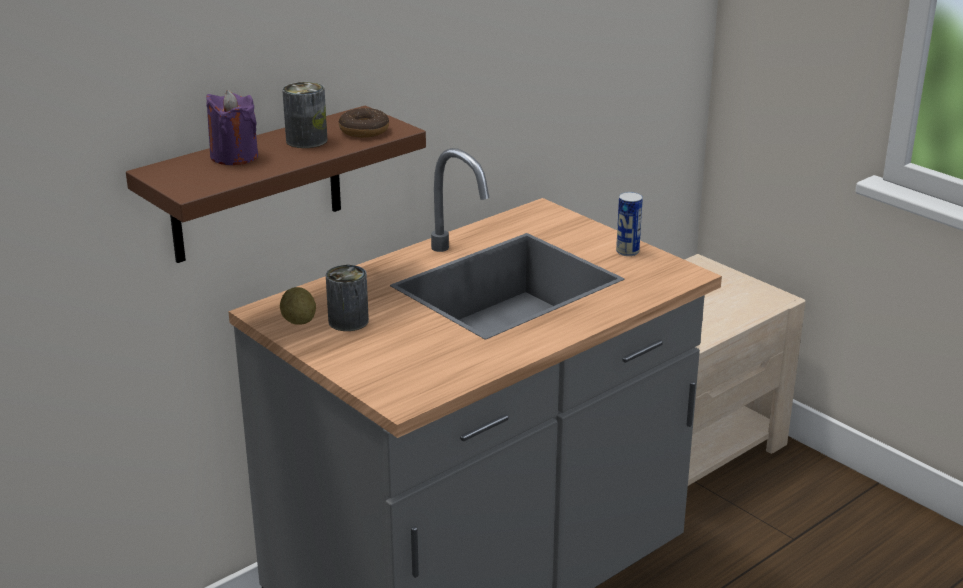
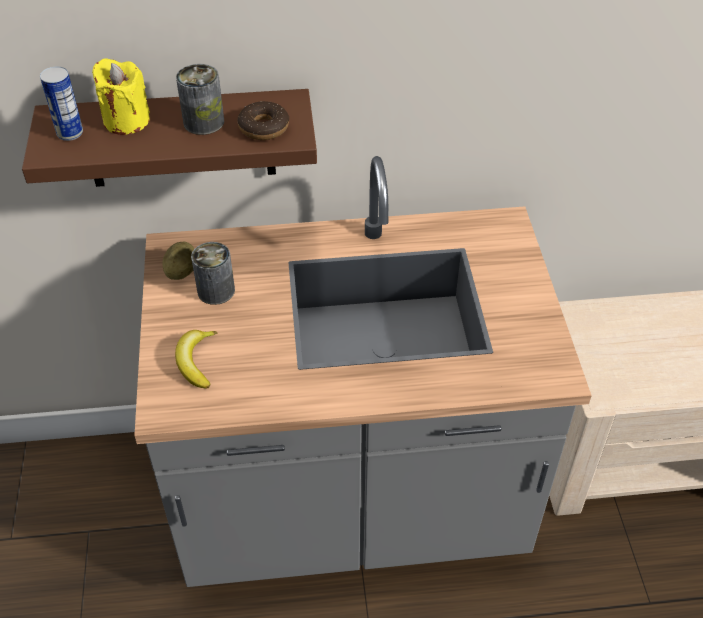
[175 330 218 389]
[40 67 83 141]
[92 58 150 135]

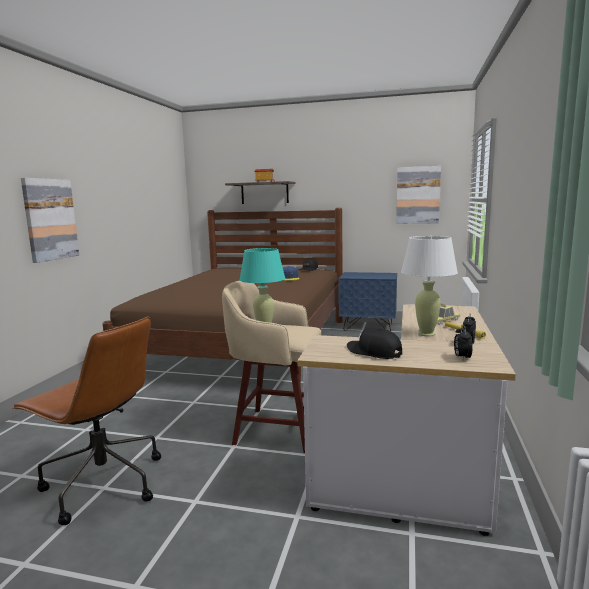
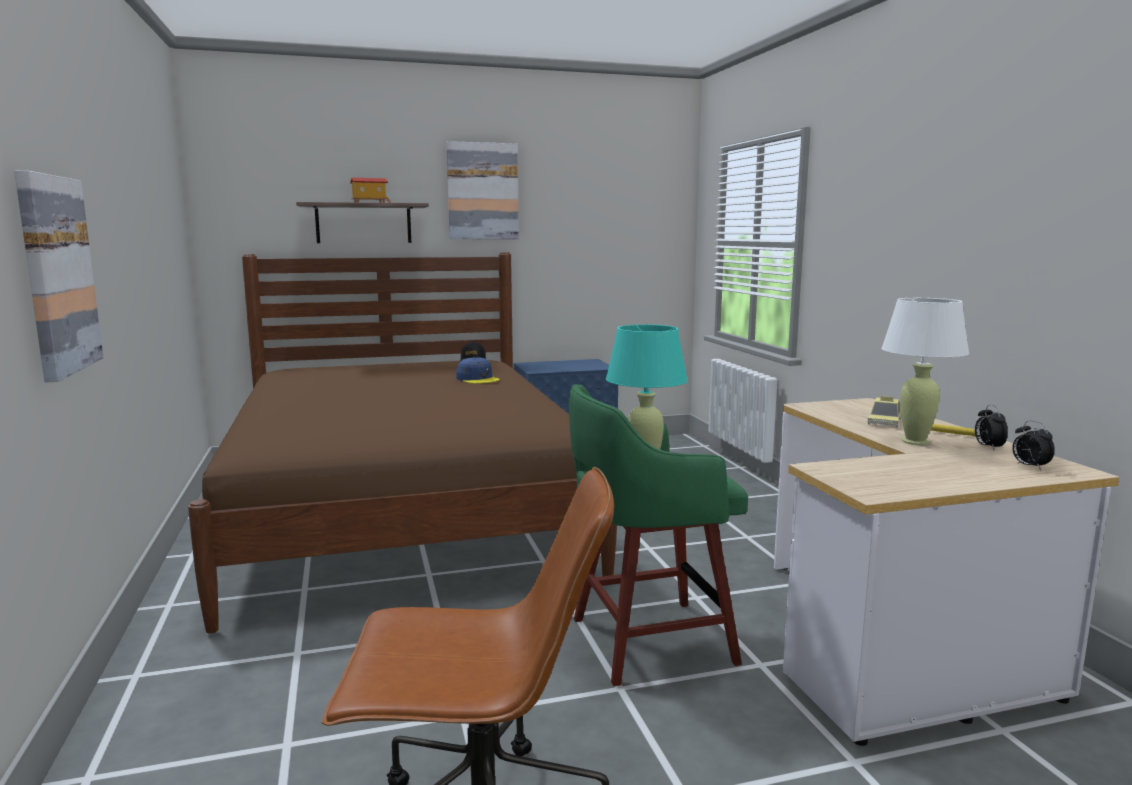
[347 327 402 359] (first image)
[446 141 519 239]
[569 384 748 686]

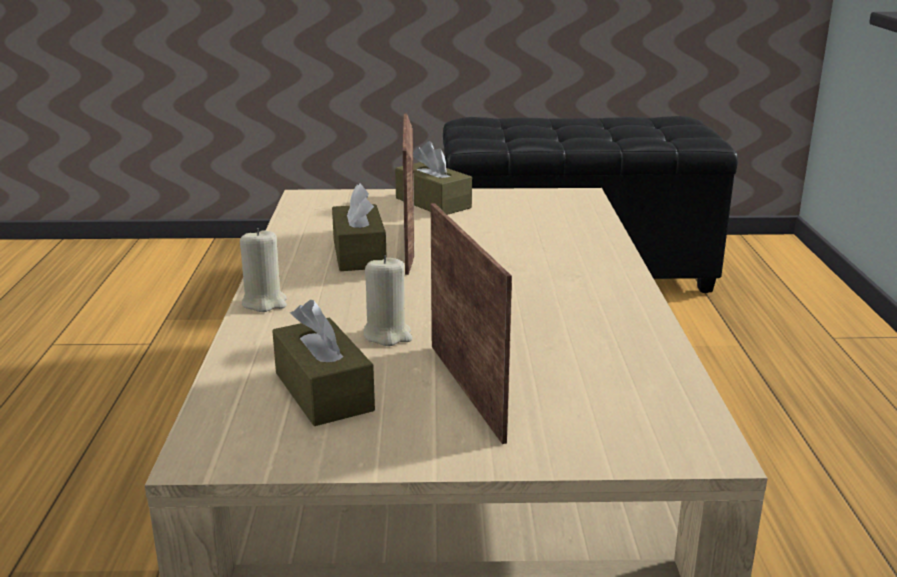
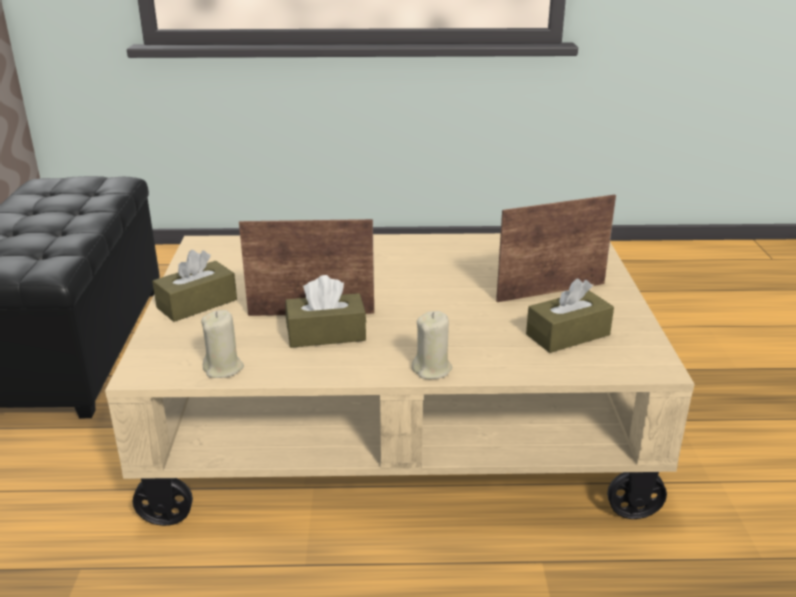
[201 310 244 378]

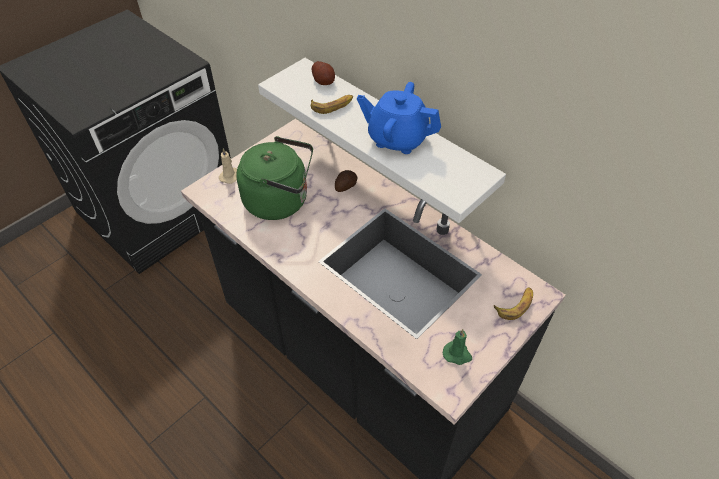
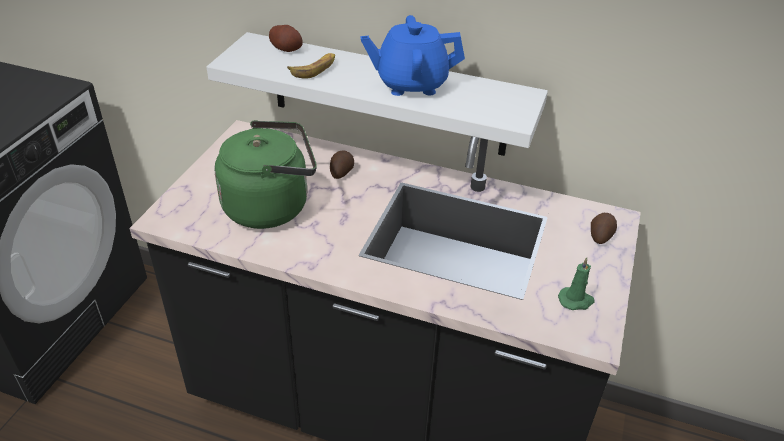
[219 148 237 184] (first image)
[591 213 617 244]

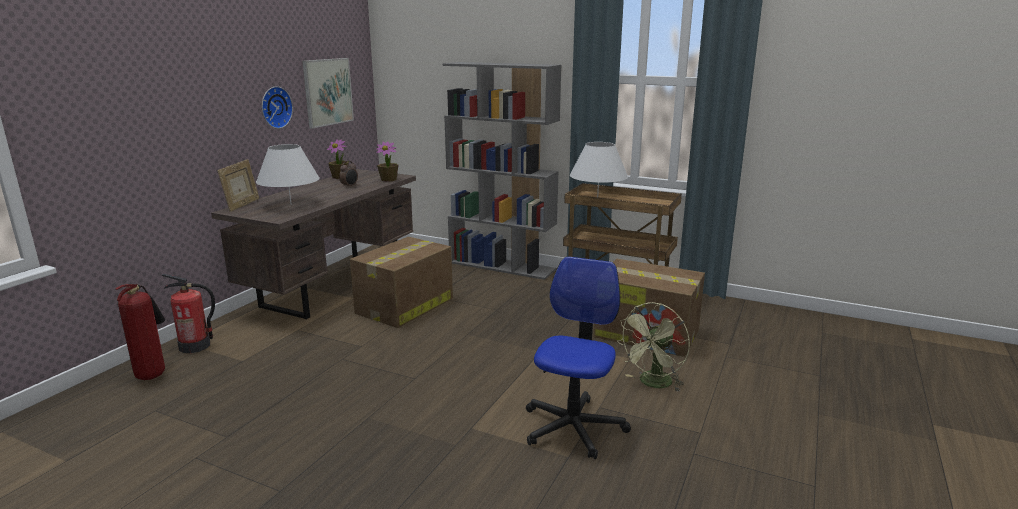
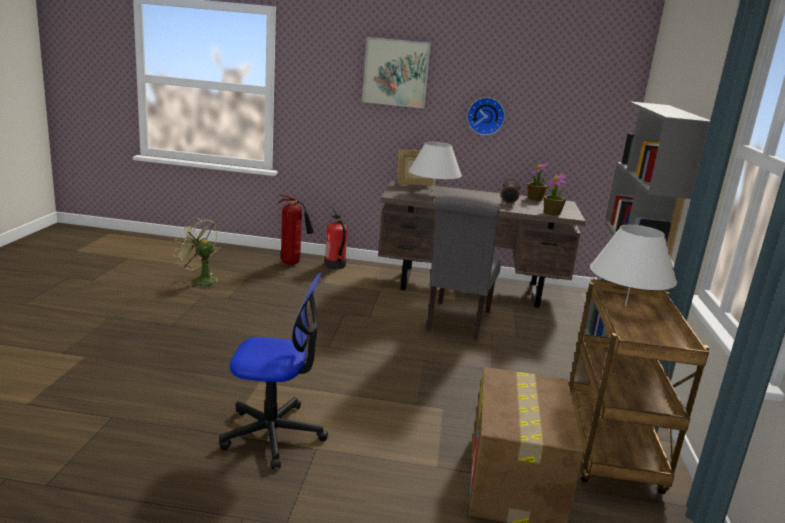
[362 37 431 108]
[173 218 218 289]
[426 194 502 341]

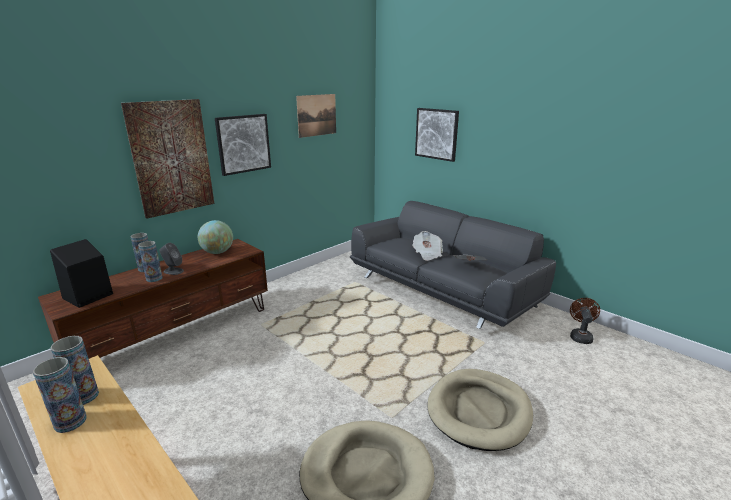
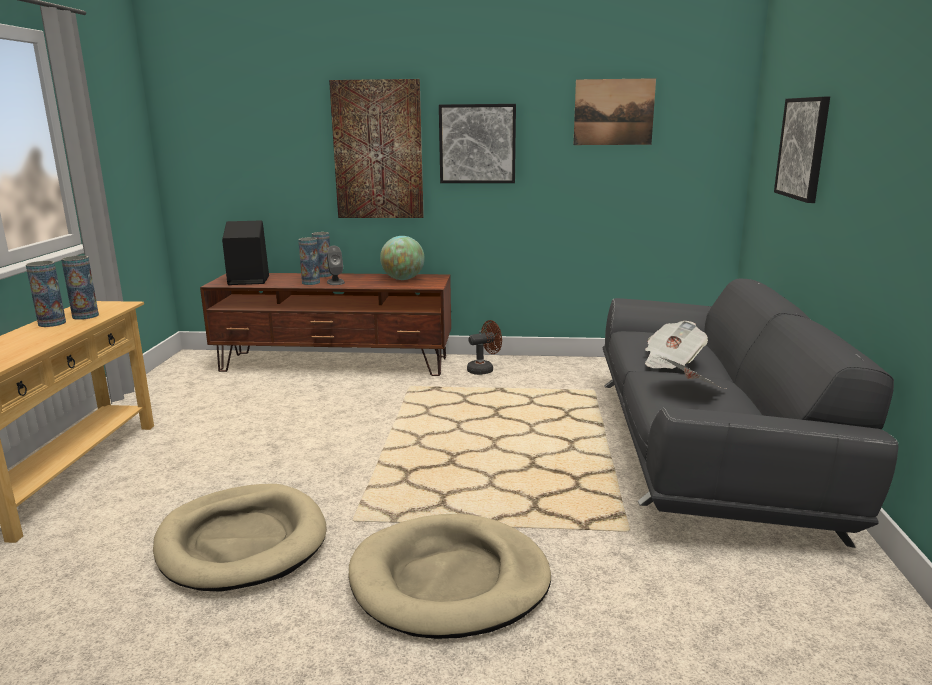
[467 320 502 375]

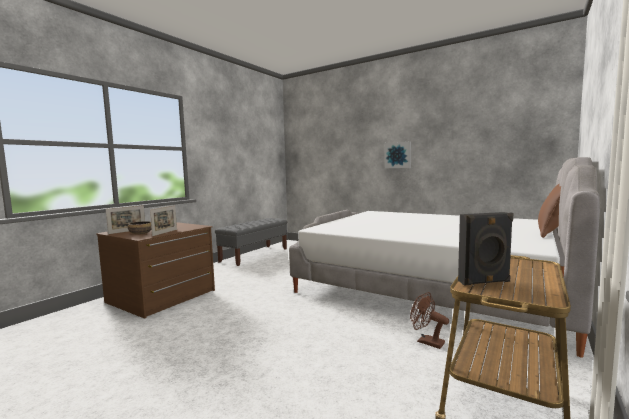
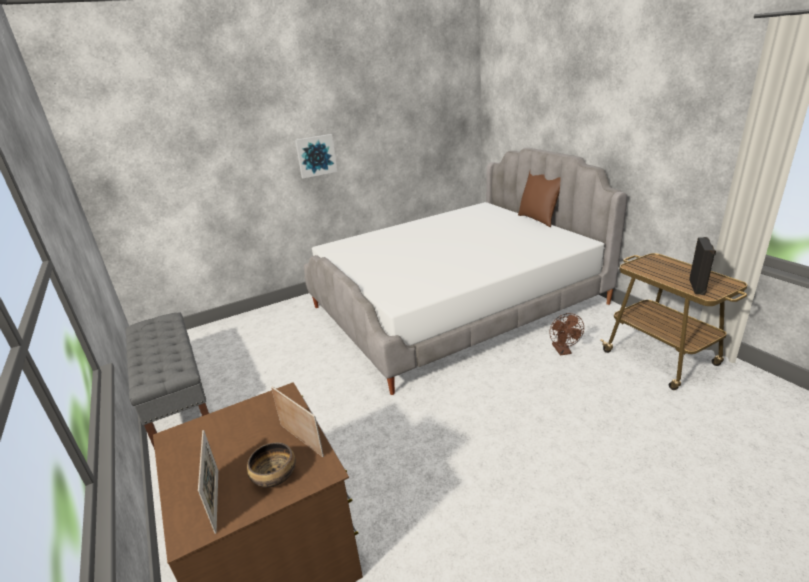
[550 313 584 355]

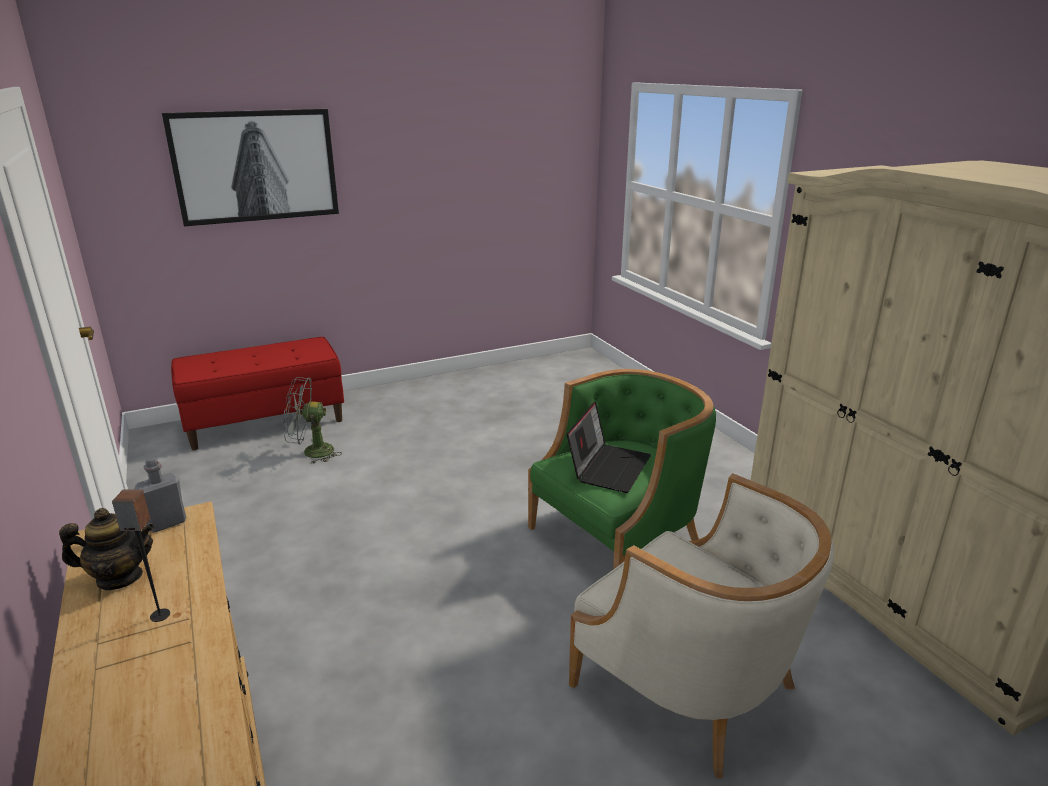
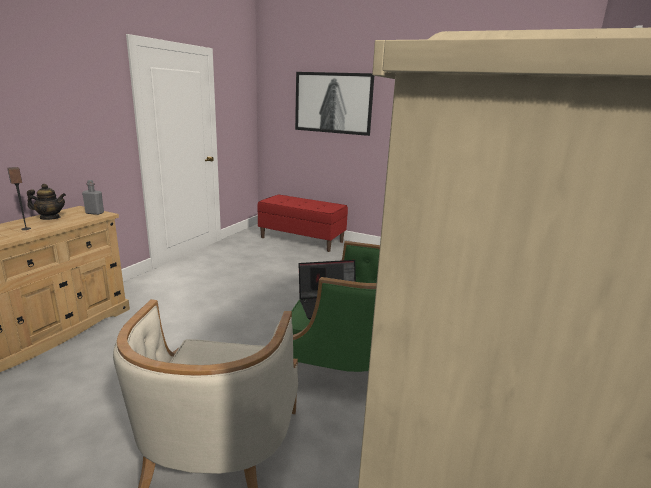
[283 377 342 464] (first image)
[27 184 66 220]

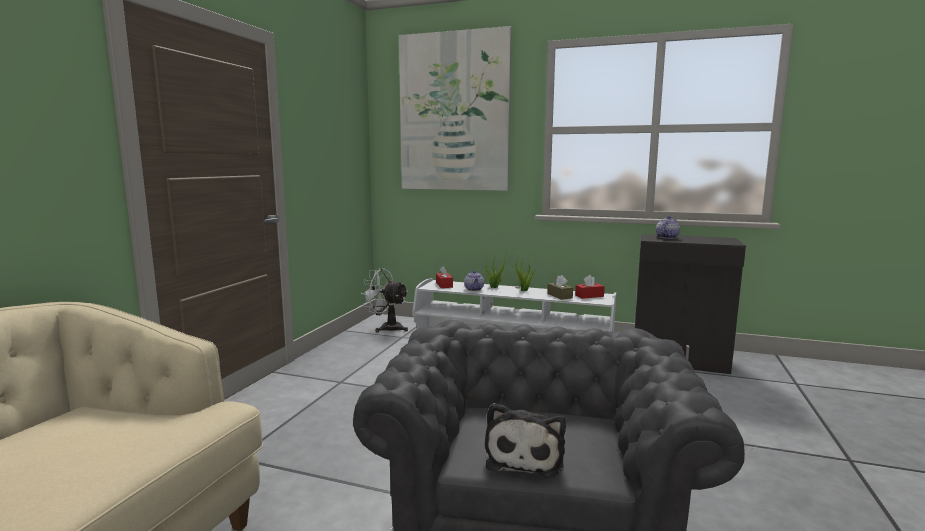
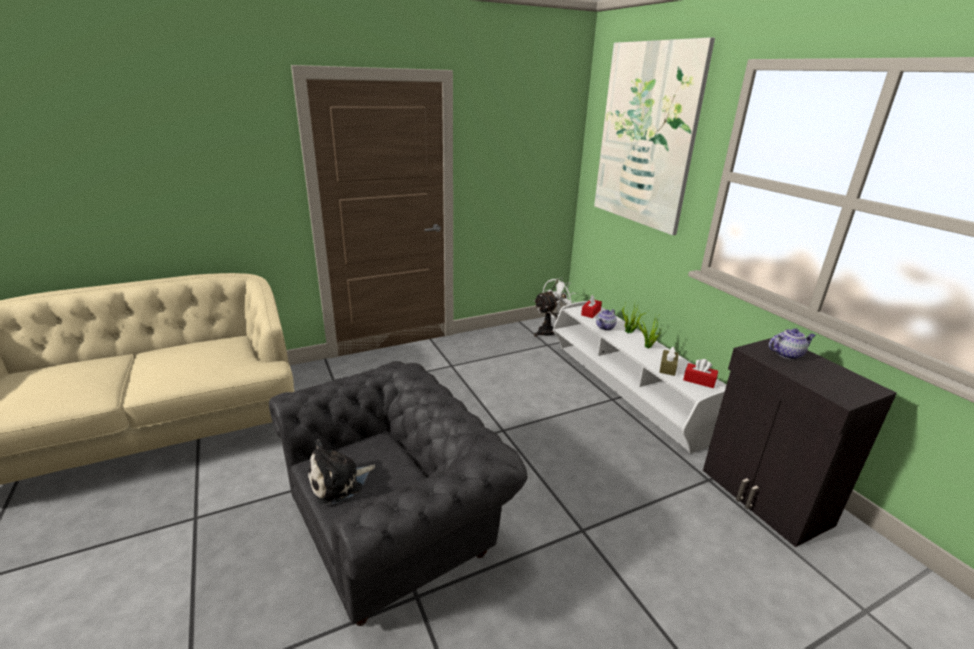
[534 278 576 337]

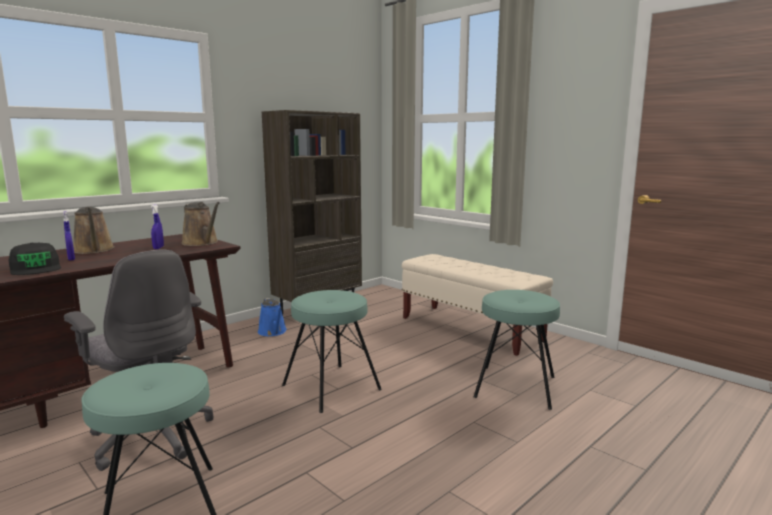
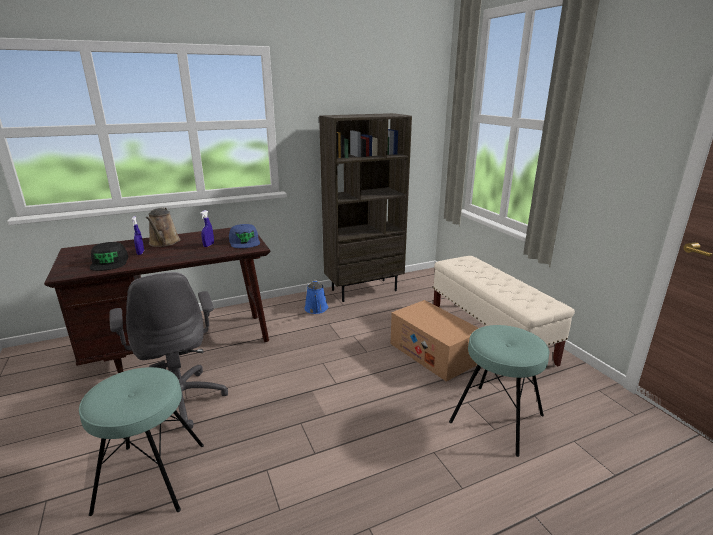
[282 290 382 413] (first image)
[391 300 479 382]
[229 224 260 248]

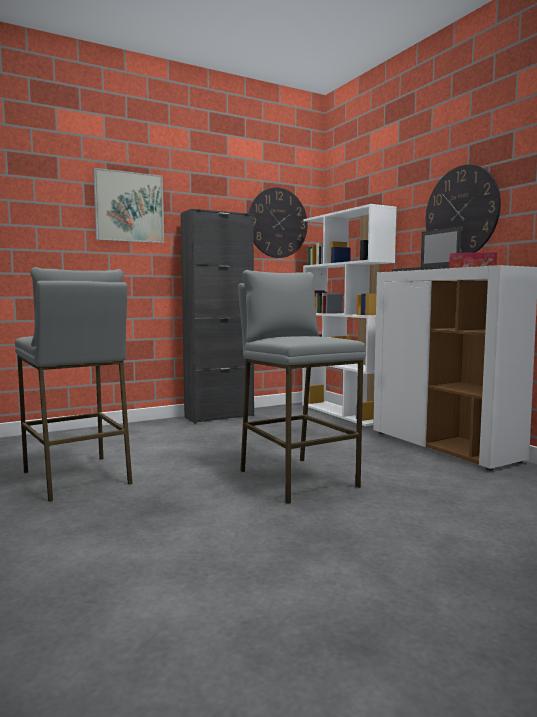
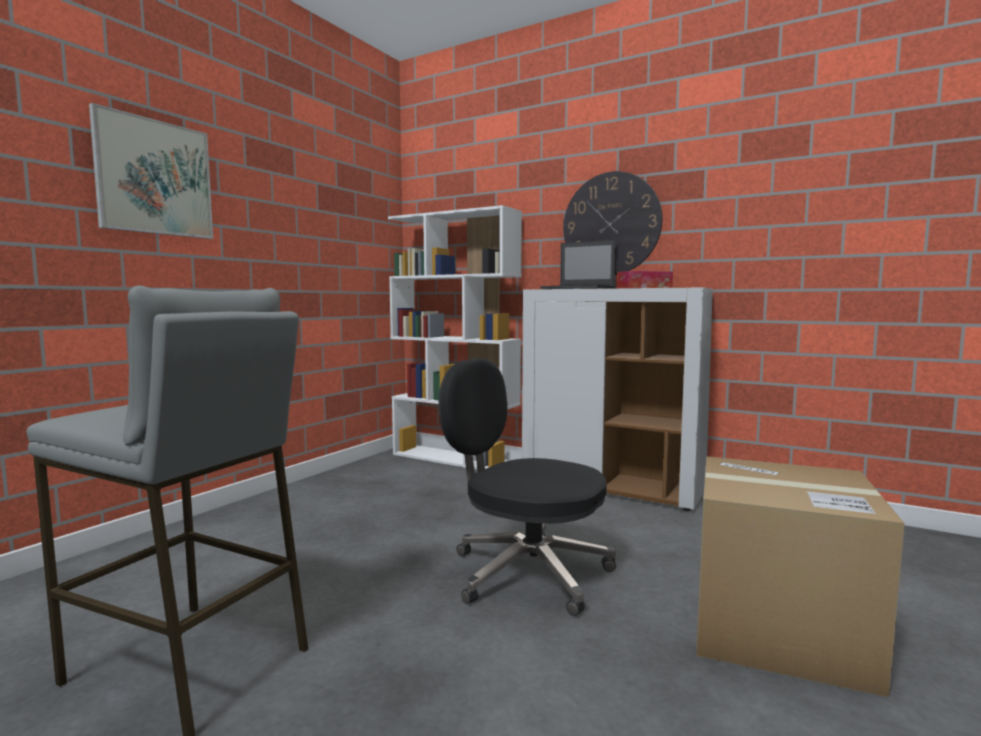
[181 209 254 424] (first image)
[248 188 307 258] (first image)
[696 456 905 698]
[439 358 616 616]

